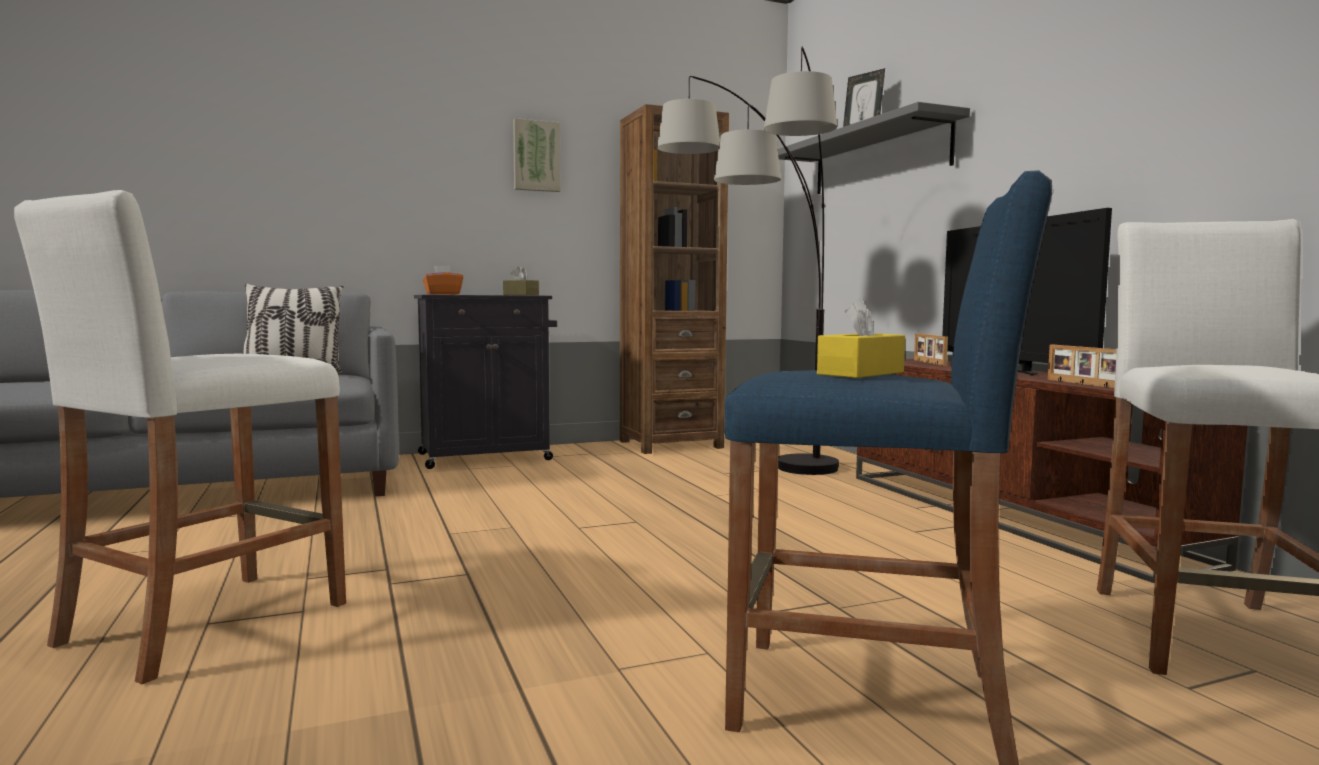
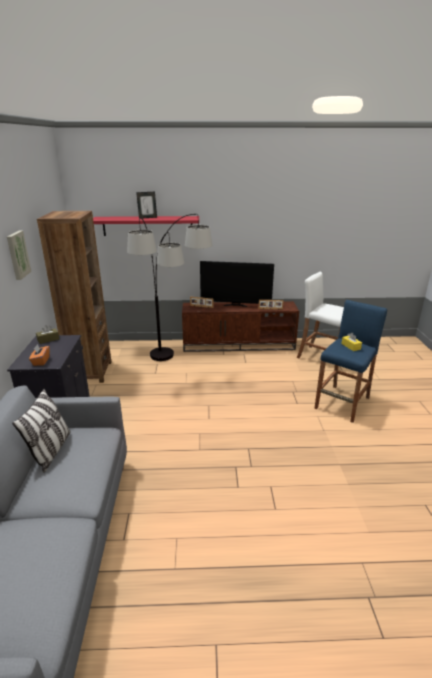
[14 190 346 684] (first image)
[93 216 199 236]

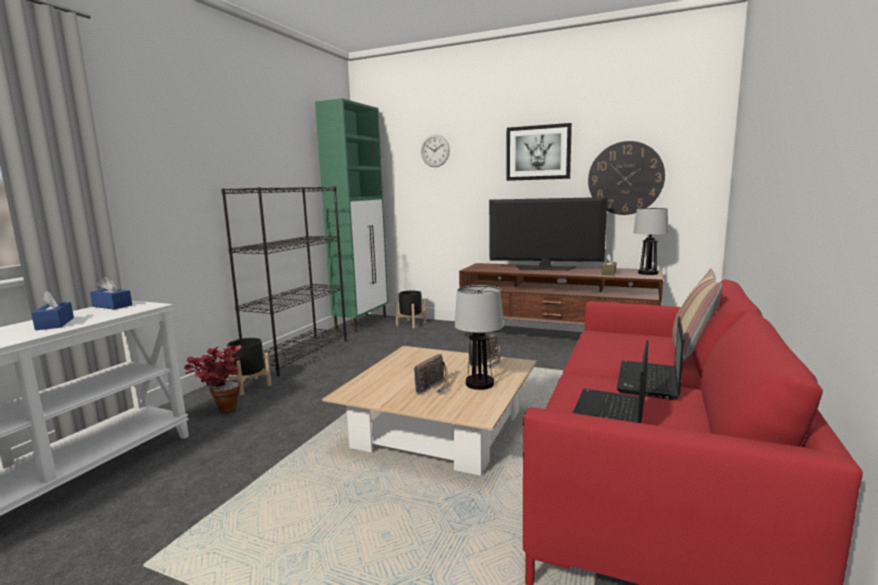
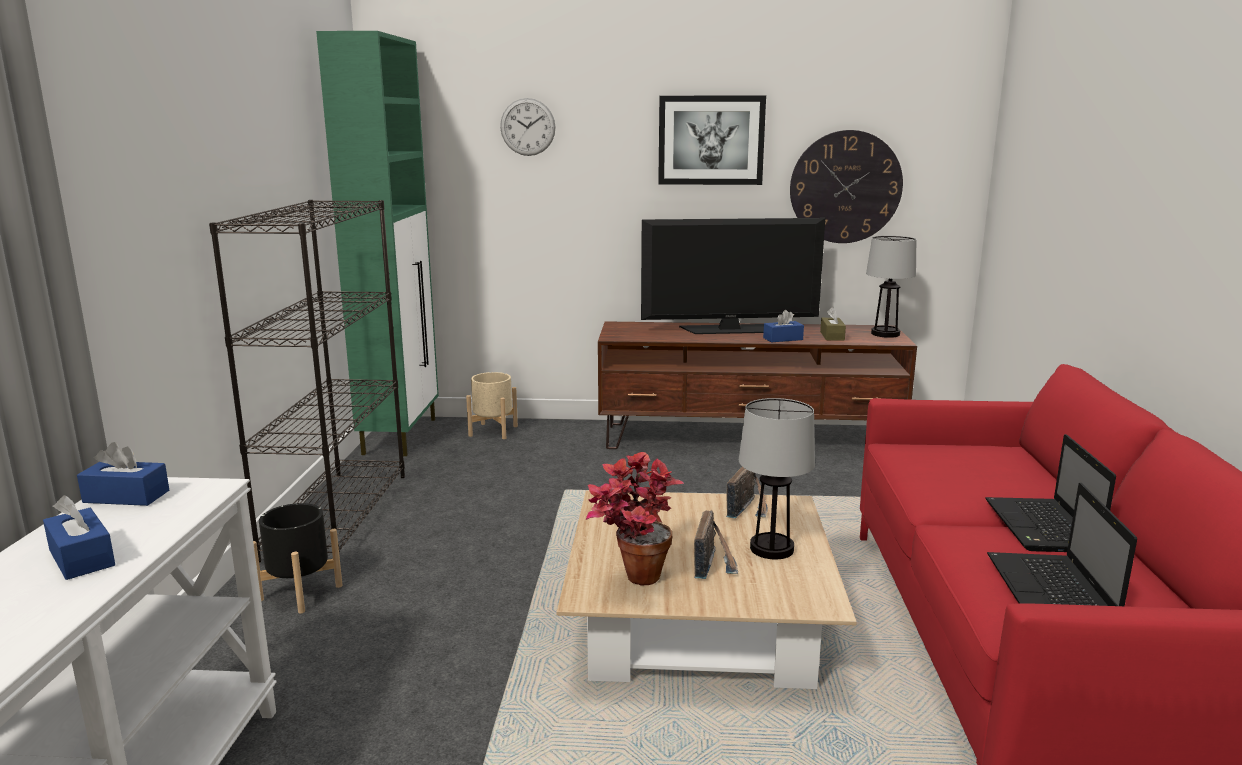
[672 268 722 362] (first image)
[763 310 804 342]
[586 452 684 586]
[466 372 518 439]

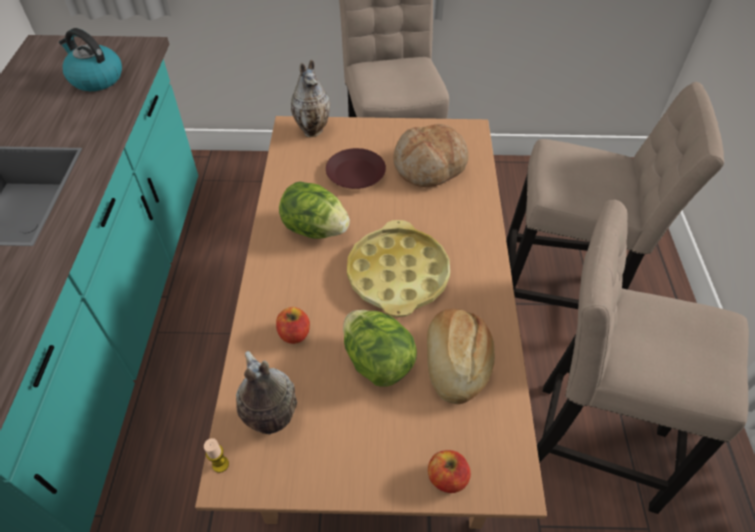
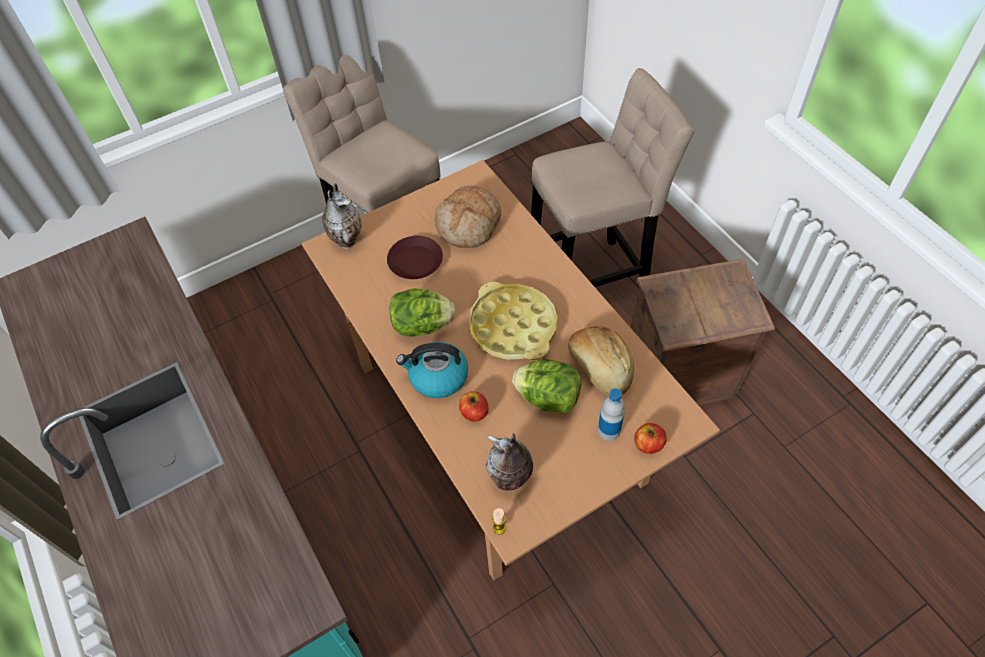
[598 388 625 441]
[396 342 468 398]
[630 259 775 405]

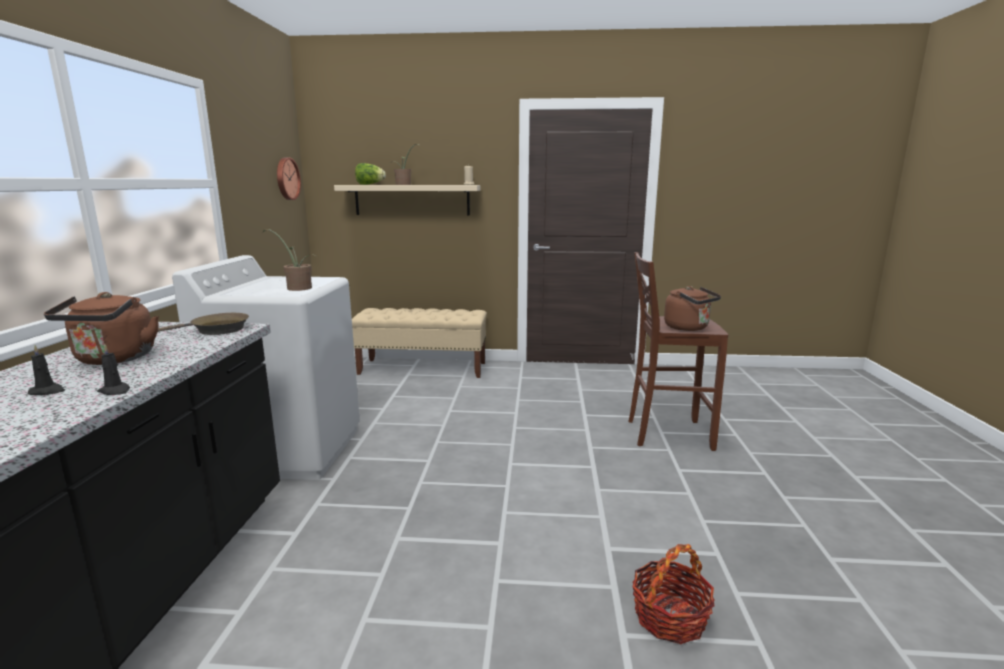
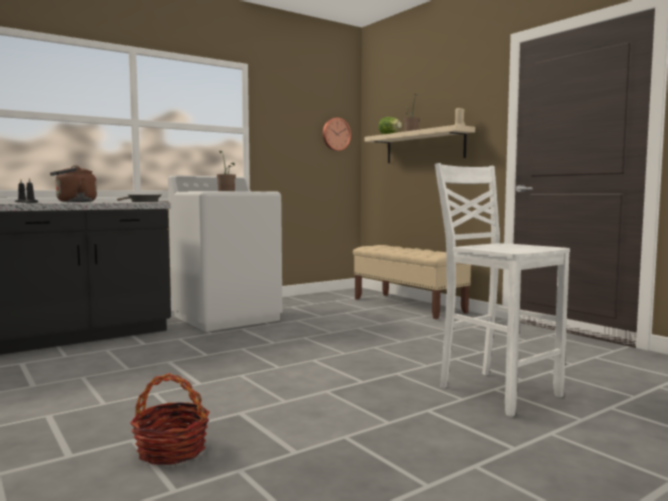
[664 286 721 331] (first image)
[435 163 570 417]

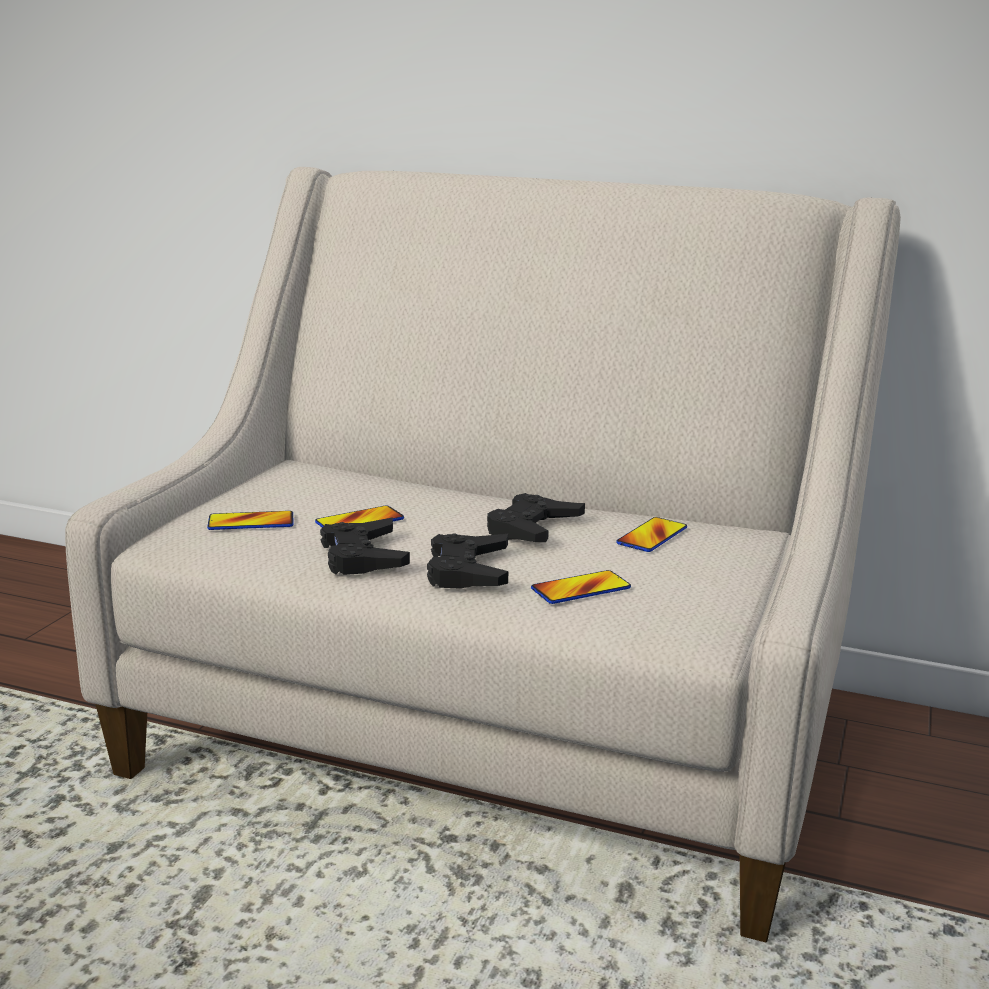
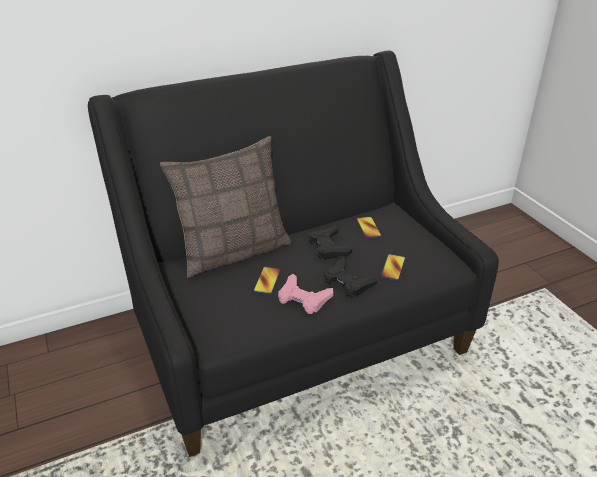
[207 511 293 530] (first image)
[160 136 291 278]
[88 51 499 457]
[278 274 333 314]

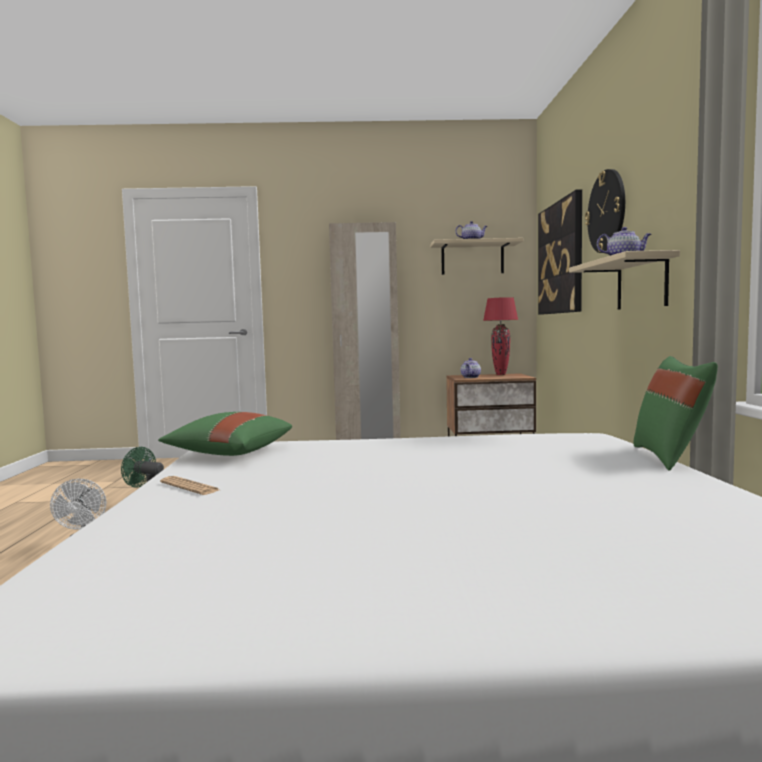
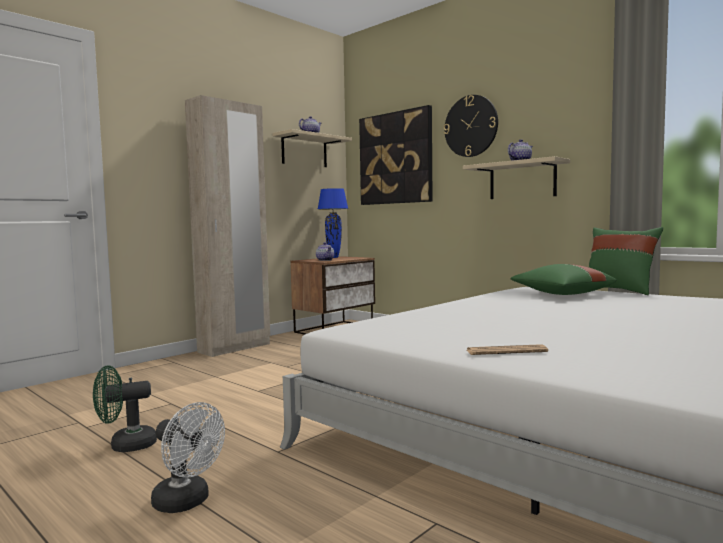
[510 264 616 295]
[318 188 348 258]

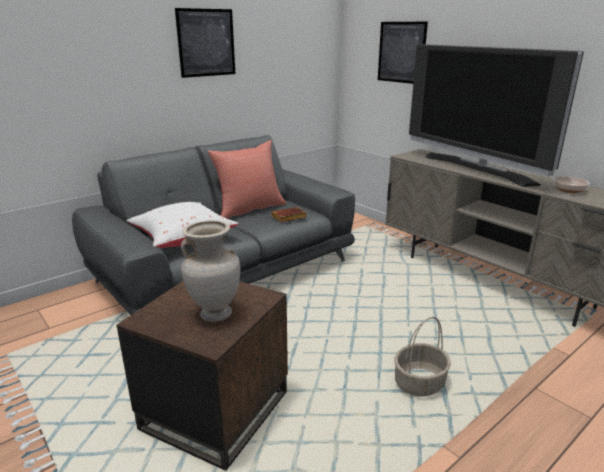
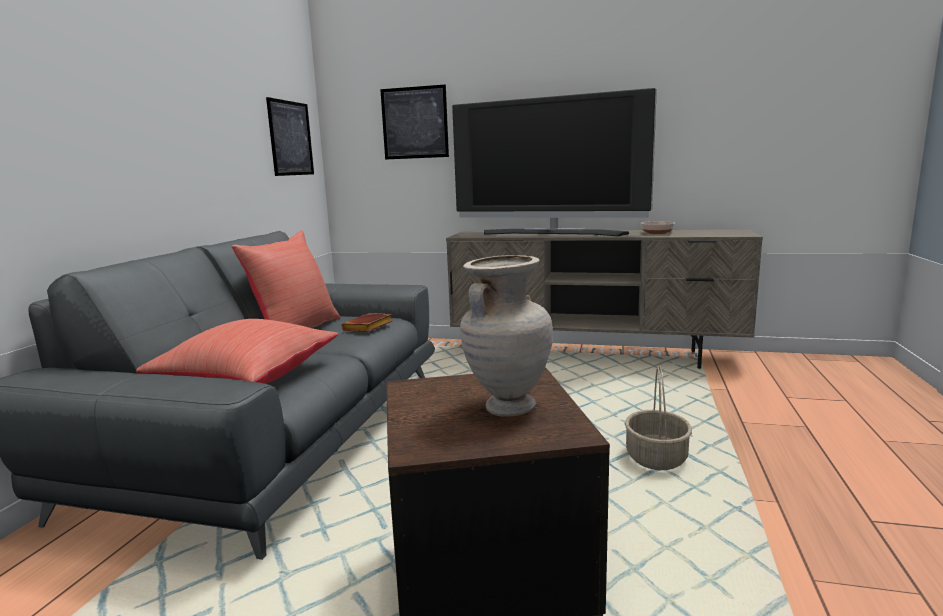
[266 97 314 176]
[136 319 338 384]

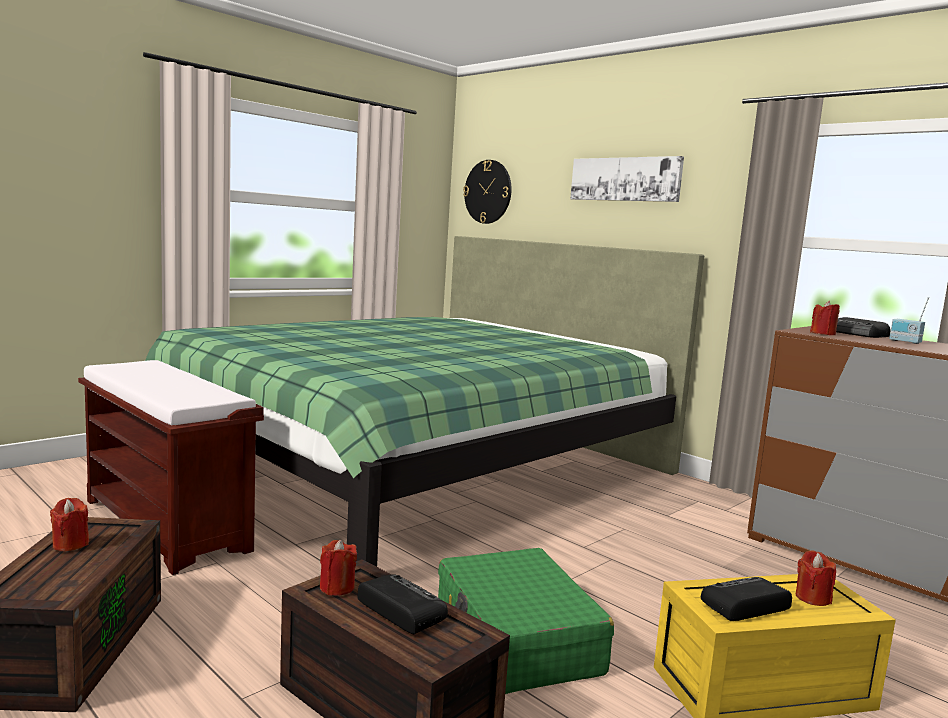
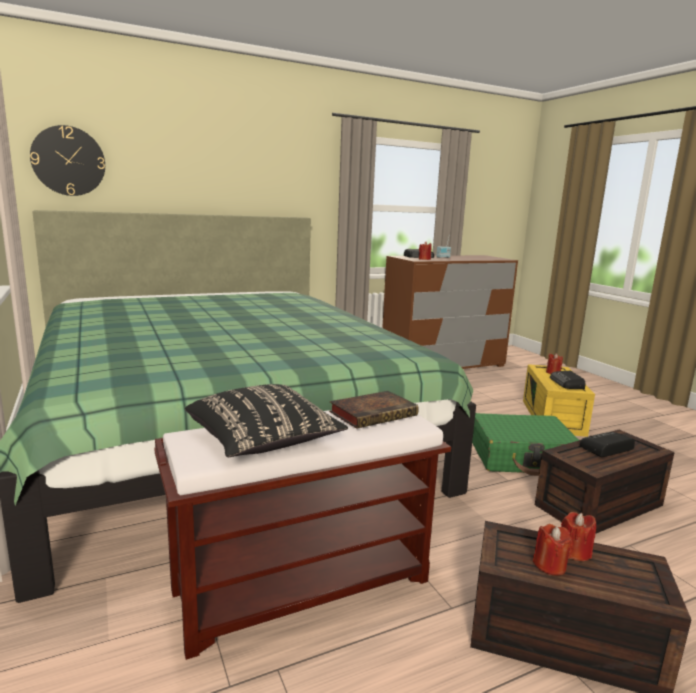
[570 156 684 202] (first image)
[185 384 348 457]
[329 391 419 429]
[561 512 596 561]

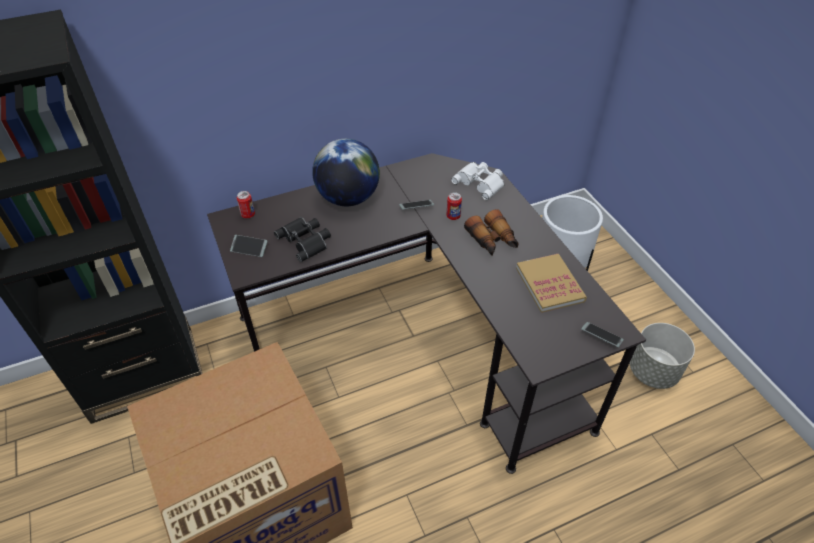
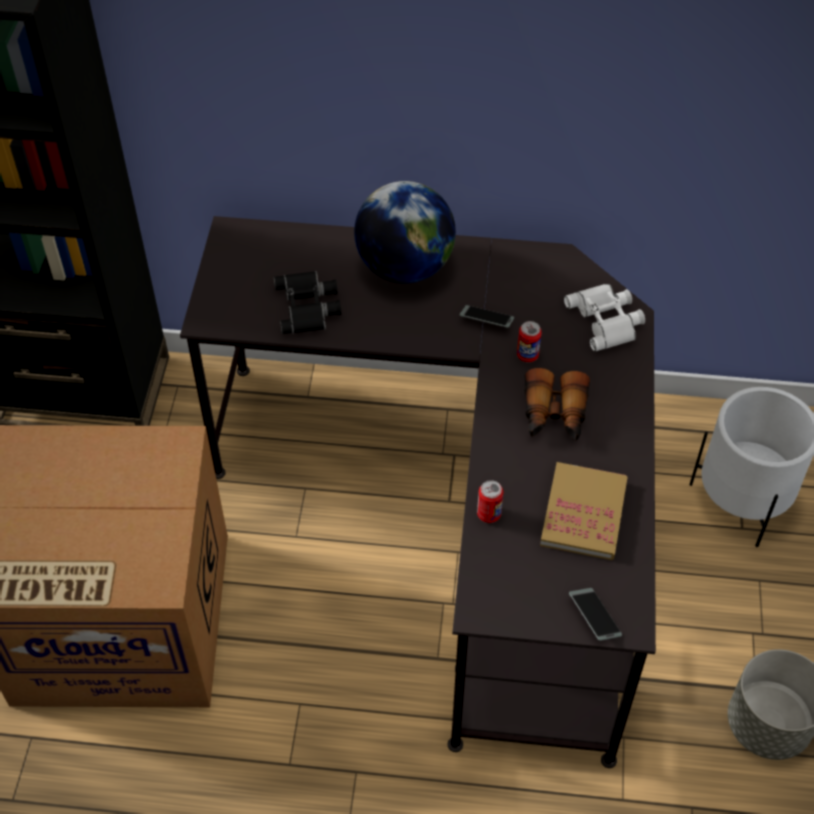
[230 235 268 257] (first image)
[477 480 503 523]

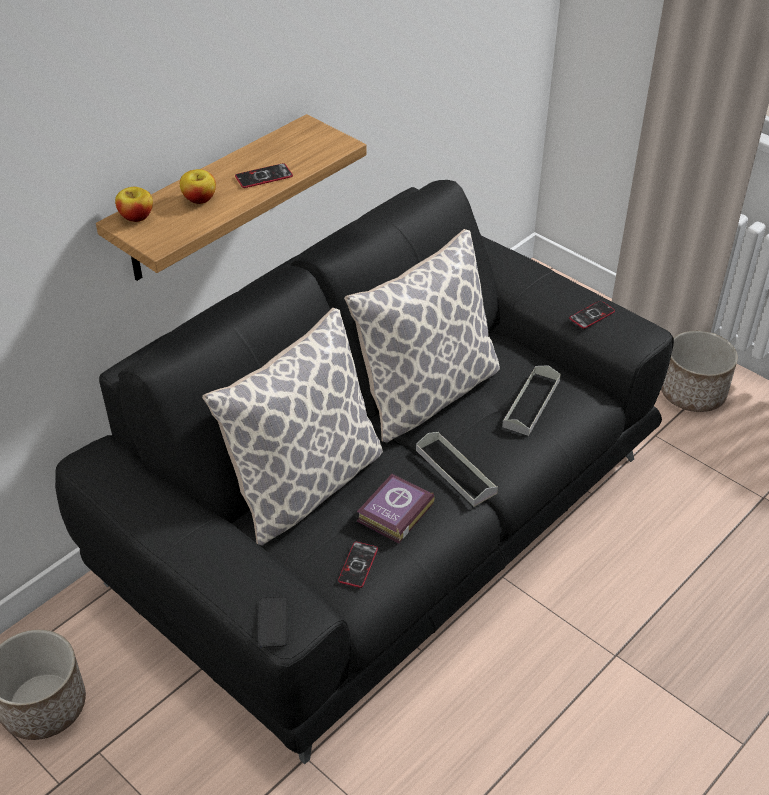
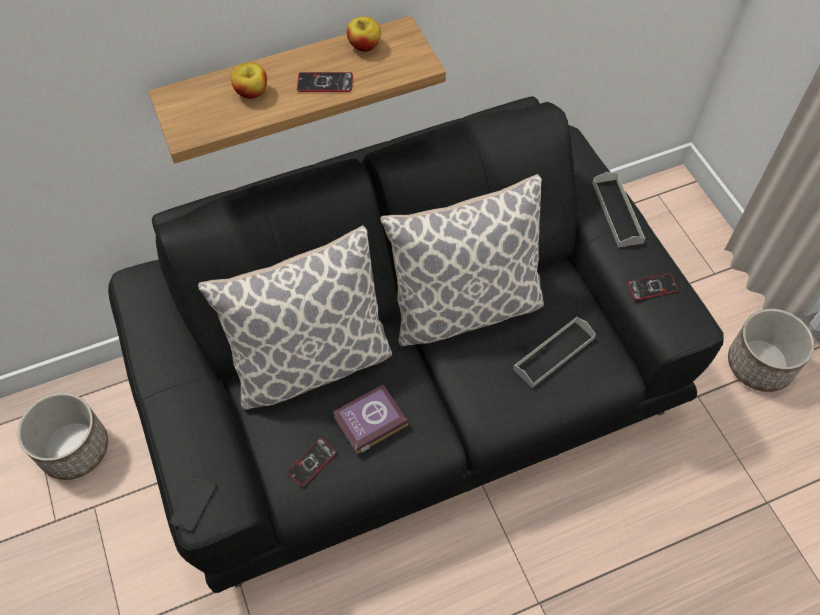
[347 16 381 52]
[592 172 645 248]

